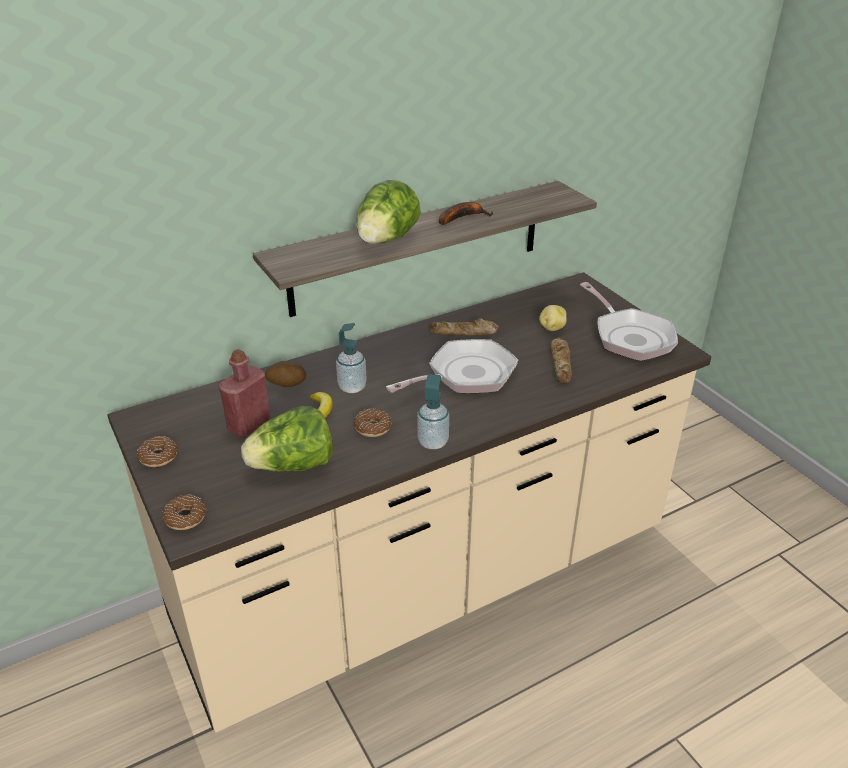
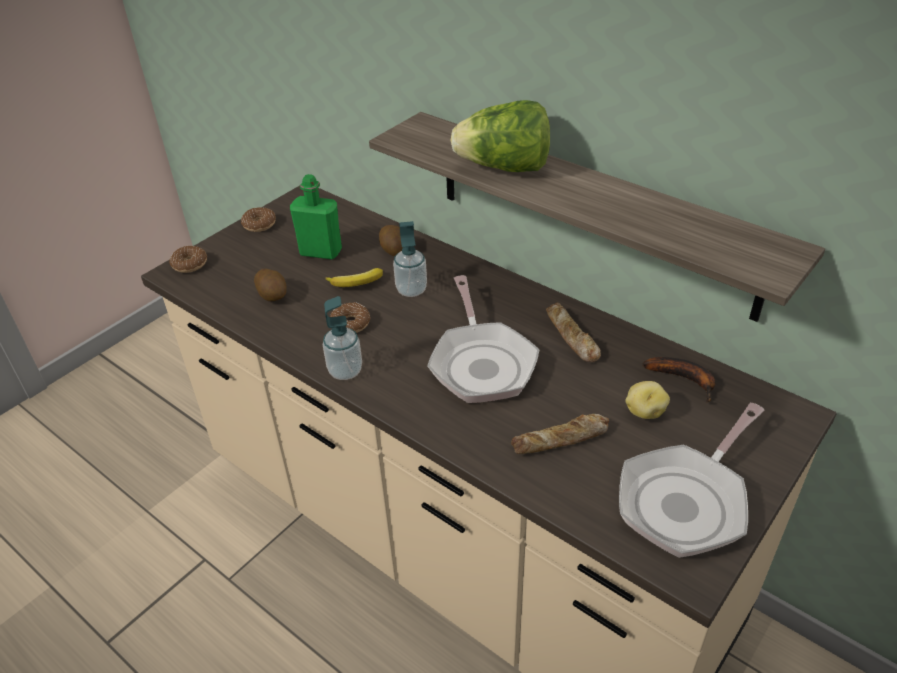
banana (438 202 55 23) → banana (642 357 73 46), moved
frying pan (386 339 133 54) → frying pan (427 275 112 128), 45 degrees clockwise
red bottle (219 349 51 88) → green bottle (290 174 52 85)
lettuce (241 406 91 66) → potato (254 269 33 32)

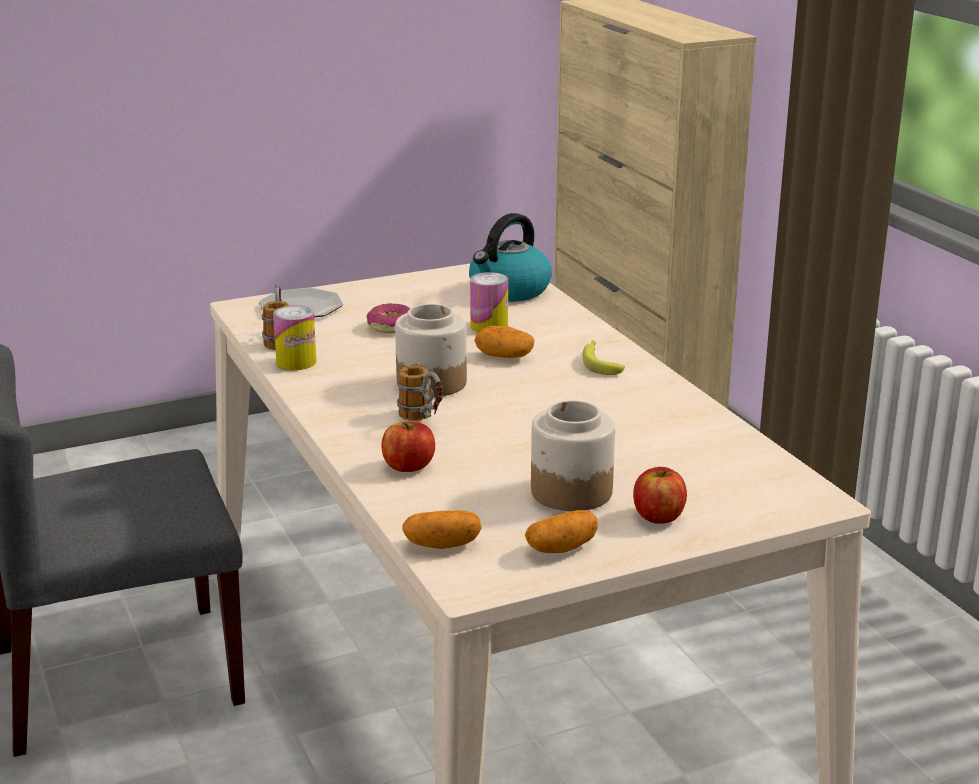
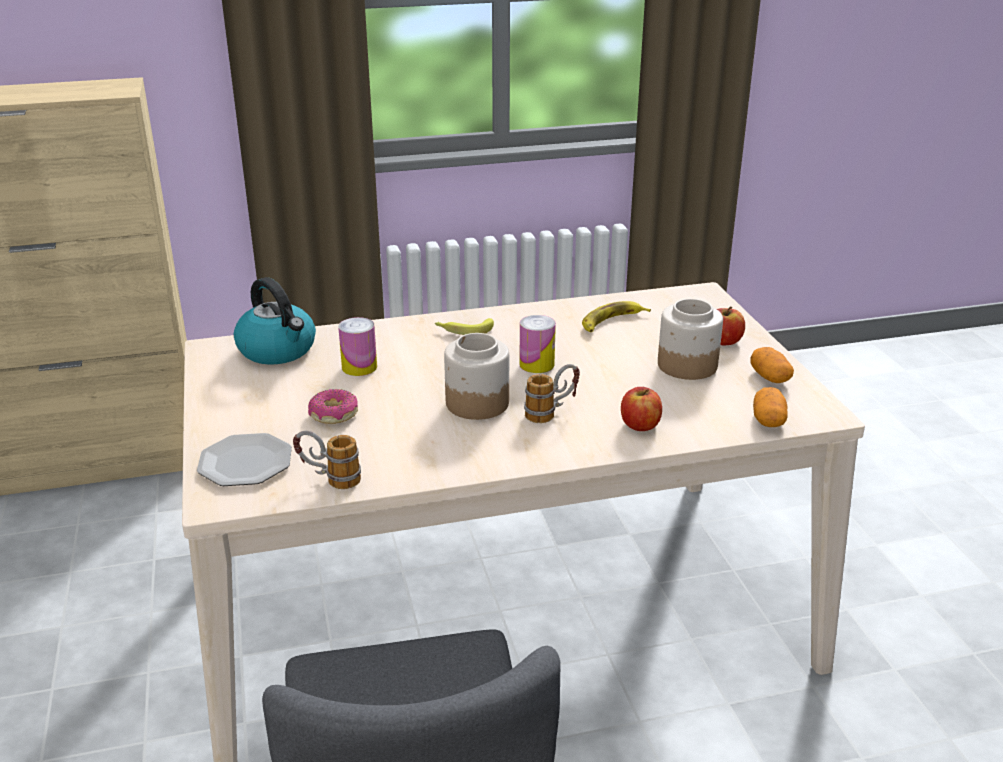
can (273 305 44 65) → can (519 315 37 58), moved
potato (474 326 60 32) → -
- → banana (582 301 69 31)

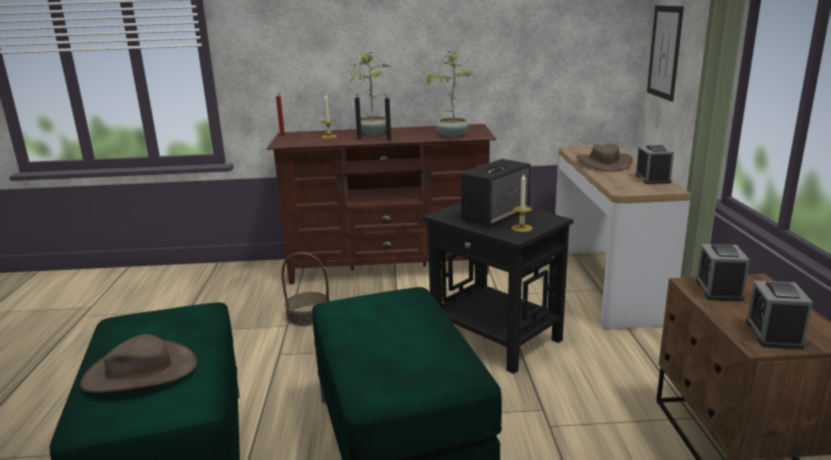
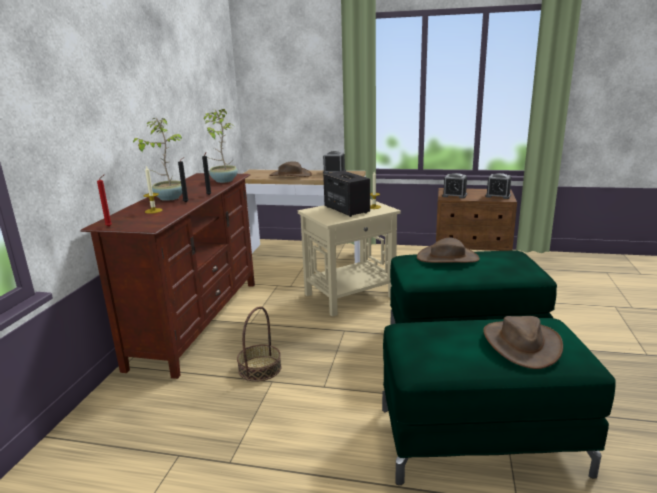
picture (647 5 37 97) → -
black side table (423 202 150 172) → beige side table (298 199 103 118)
- → brown hat (417 237 63 26)

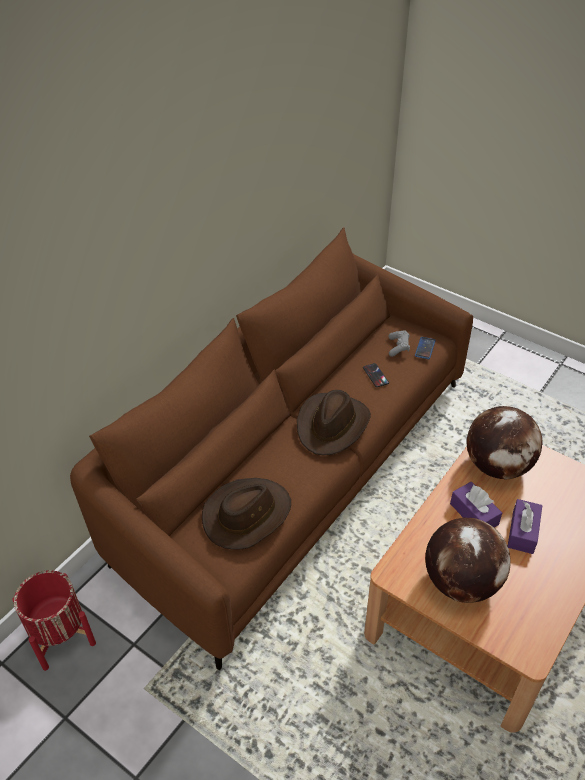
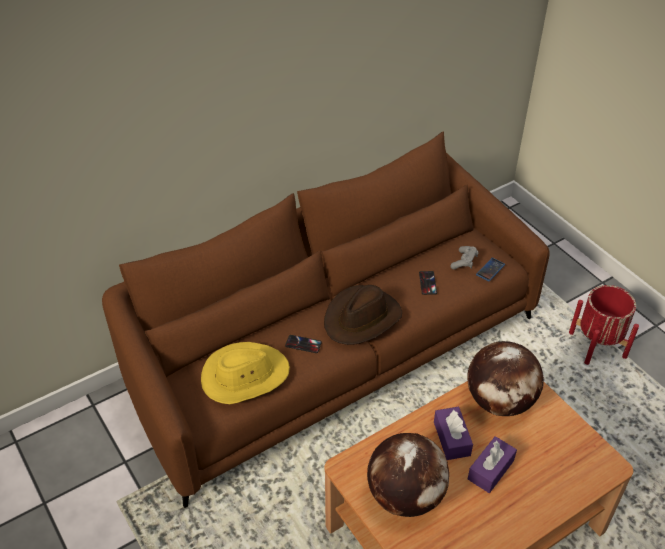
brown hat (202 478 89 71) → yellow hat (201 342 89 62)
red planter (12 570 84 101) → red planter (569 285 70 80), moved
- → phone (285 335 37 18)

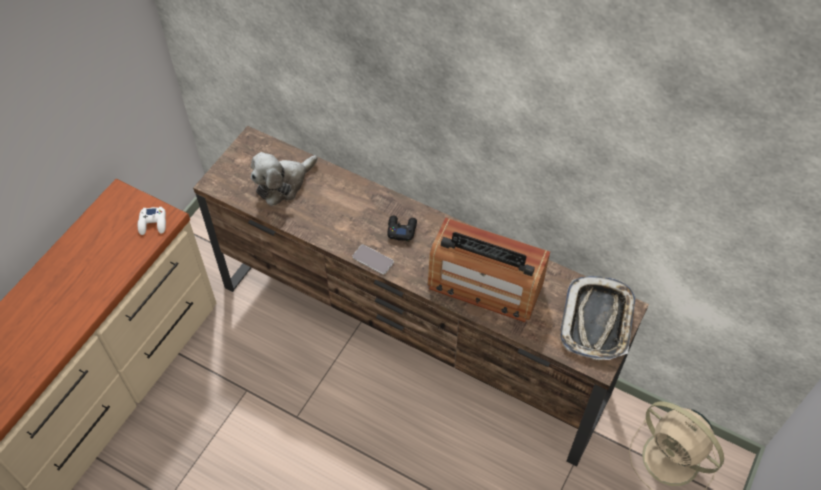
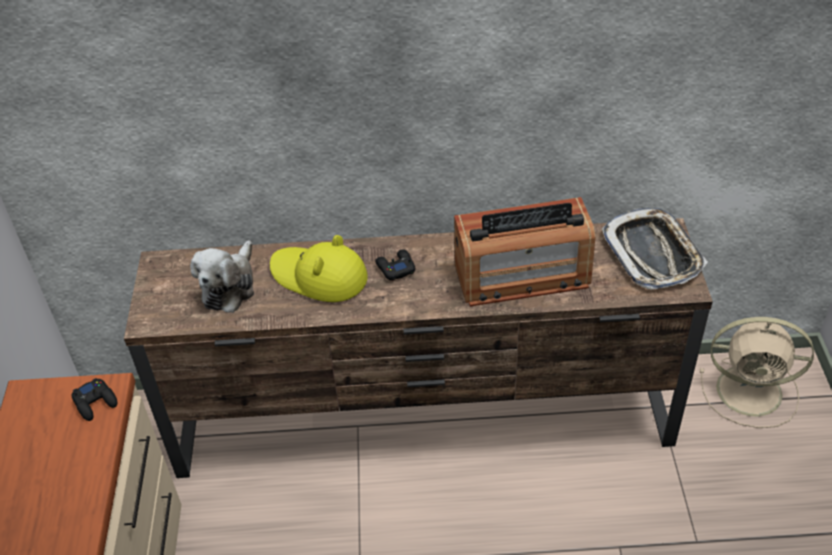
white game controller (138 207 28 28) → black game controller (72 378 45 43)
phone (353 245 41 30) → -
- → yellow hat (270 235 98 67)

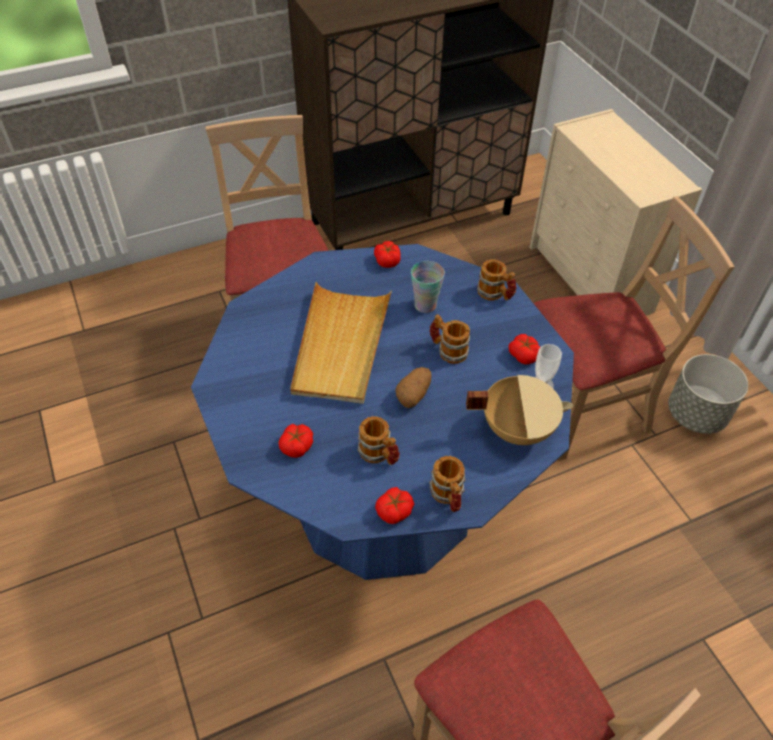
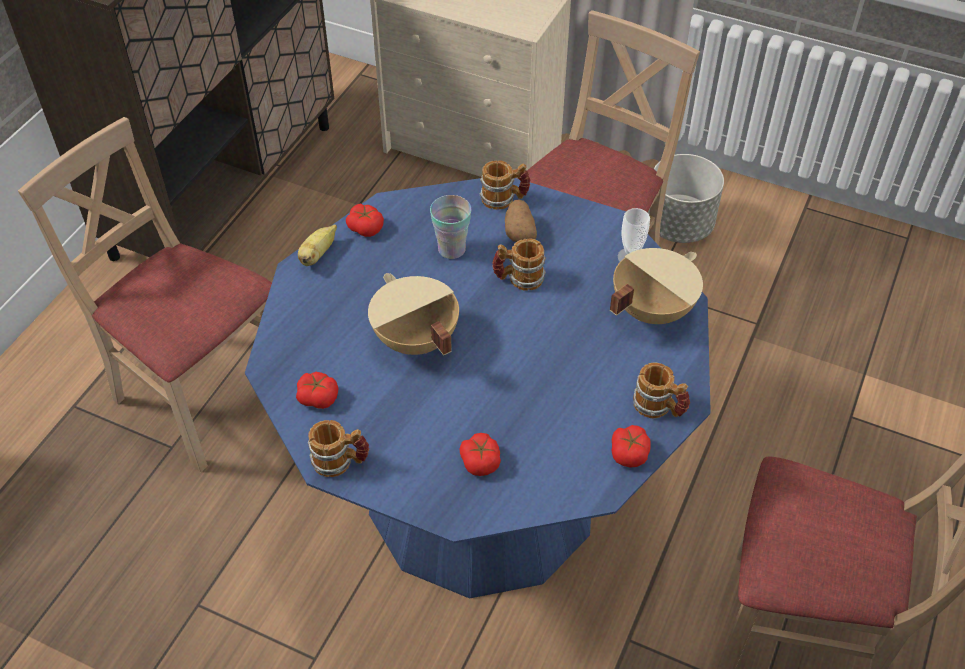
beige tray (290 282 102 122) → beige cooking pot (368 273 91 82)
tomato (508 334 32 31) → tomato (296 372 42 37), moved
potato (395 367 36 41) → potato (505 199 32 43), moved
mug (358 416 42 49) → mug (308 420 61 57), moved
- → banana (298 224 39 42)

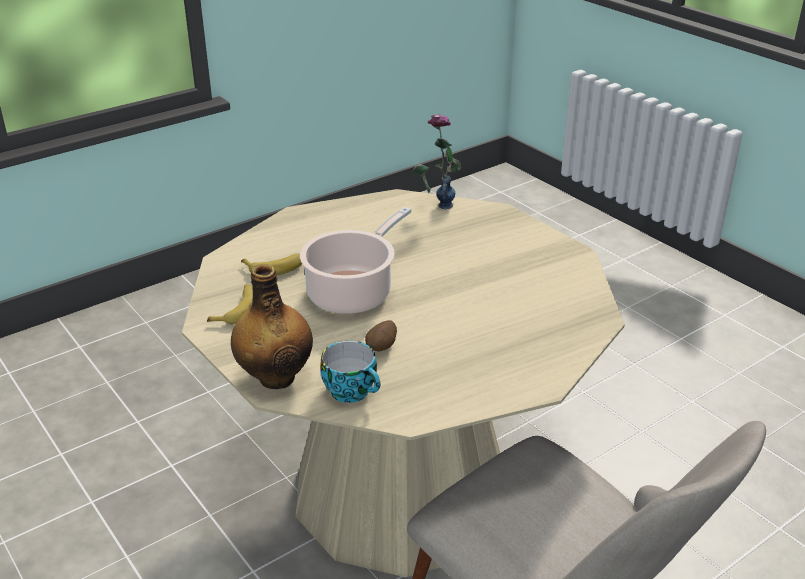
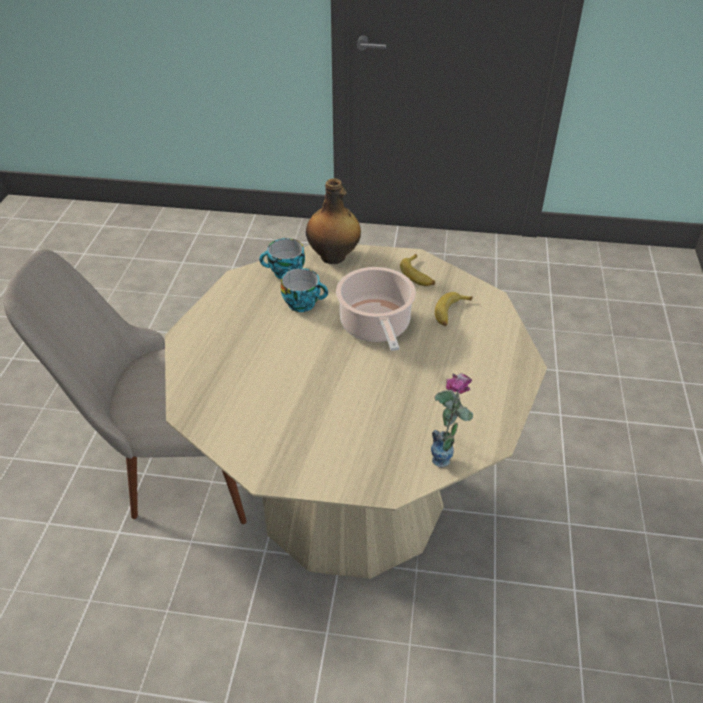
potato (365 320 32 32) → cup (281 268 47 44)

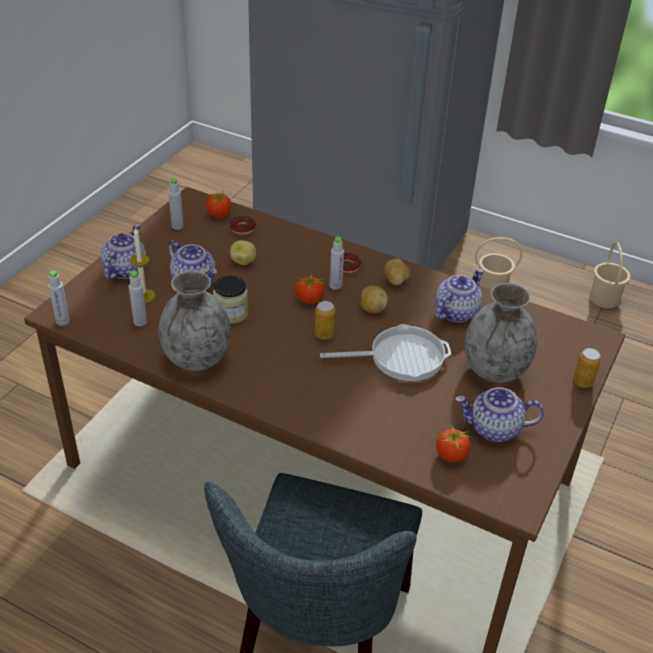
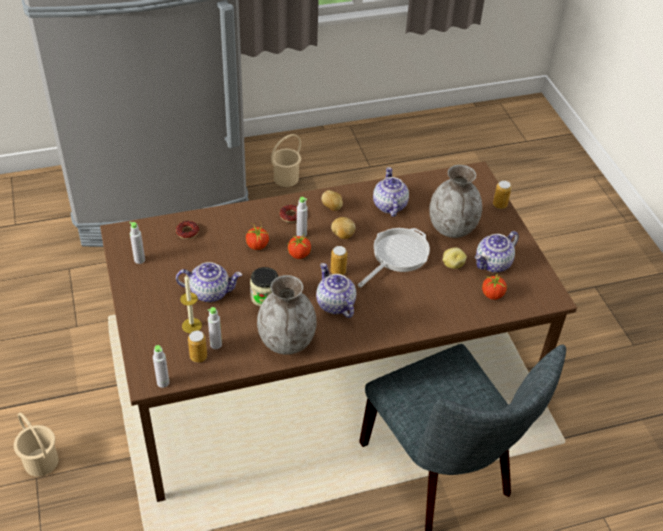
tomato (206 189 26 29) → tomato (246 223 23 27), moved
teapot (101 224 45 56) → teapot (316 263 40 55), moved
potato (230 240 26 25) → potato (443 247 24 22), moved
beige bucket (590 242 40 66) → beige bucket (14 412 45 65), moved
- → can (188 330 19 33)

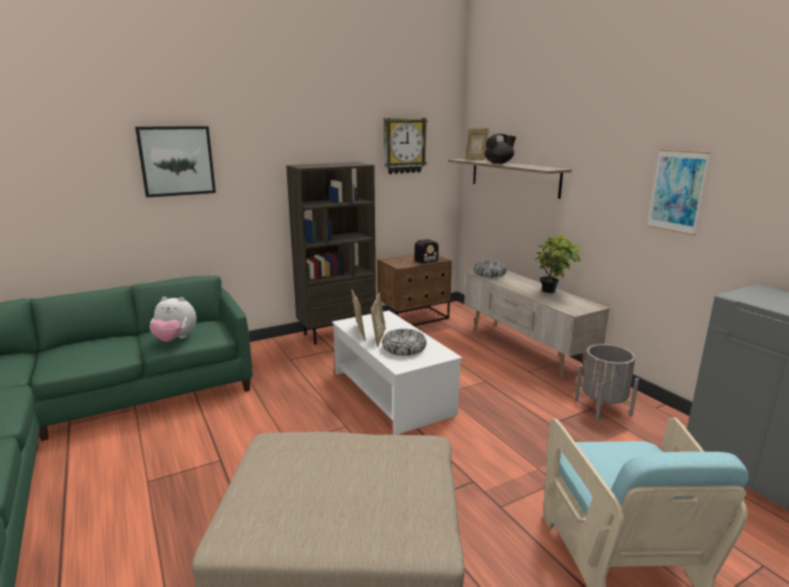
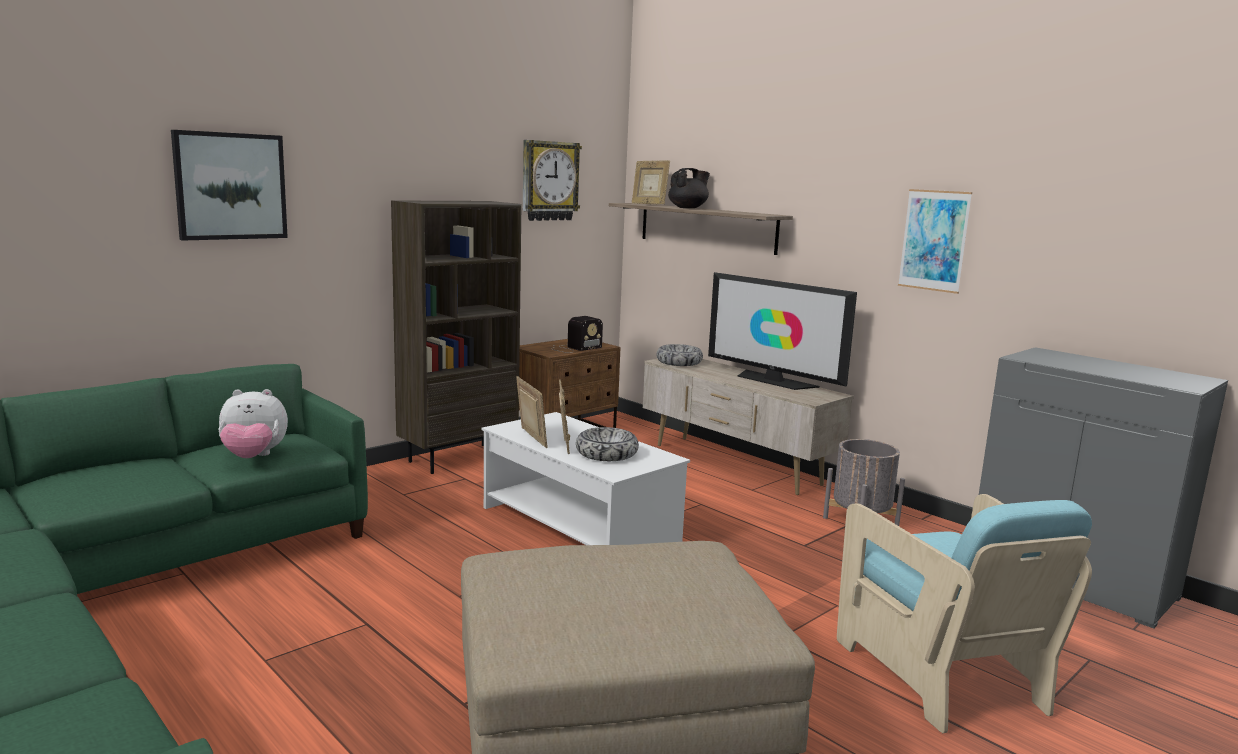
potted plant (535 233 48 60) → television (708 272 149 118)

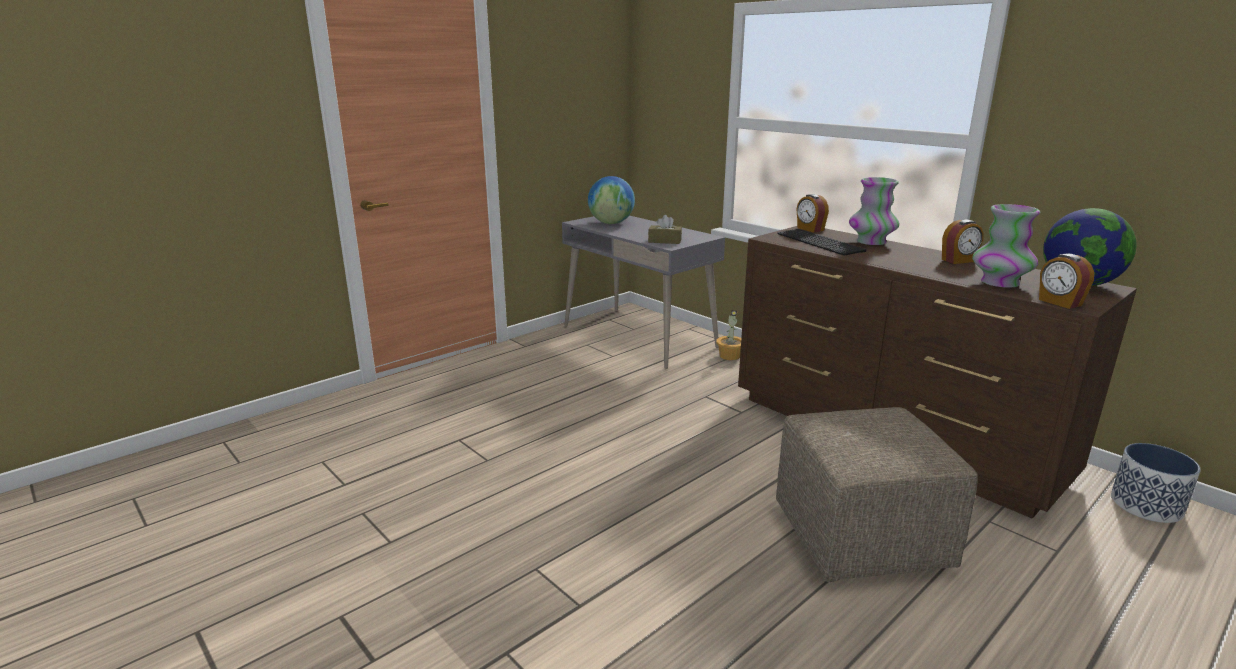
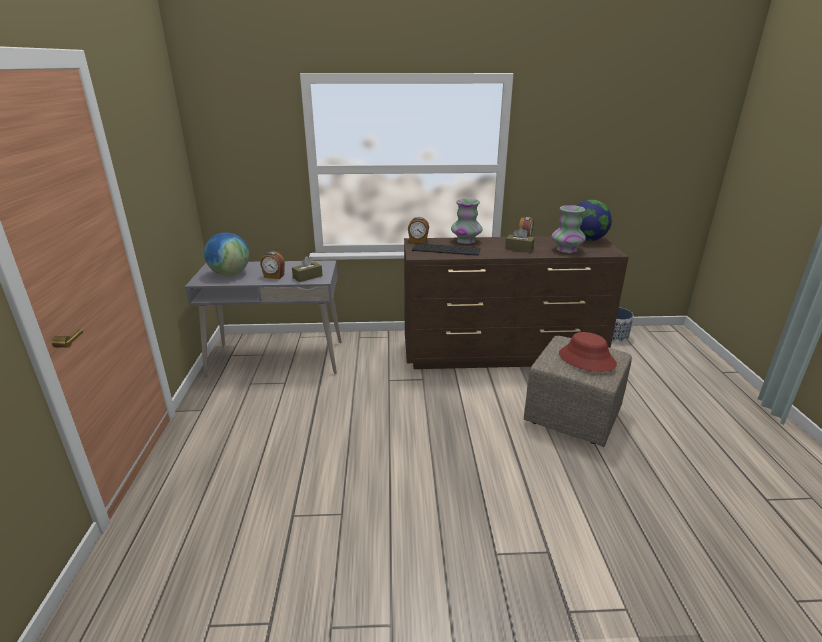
alarm clock (1039 254 55 55) → alarm clock (260 251 25 28), moved
potted plant (716 310 25 50) → -
- → brown tissue box (505 227 30 25)
- → red hat (559 332 58 40)

